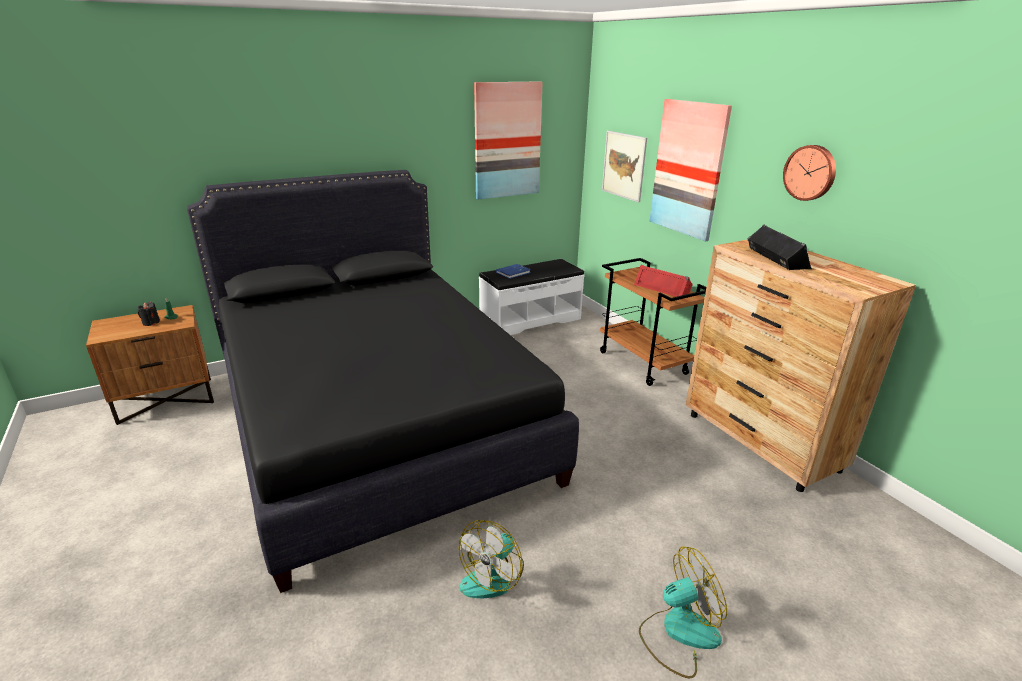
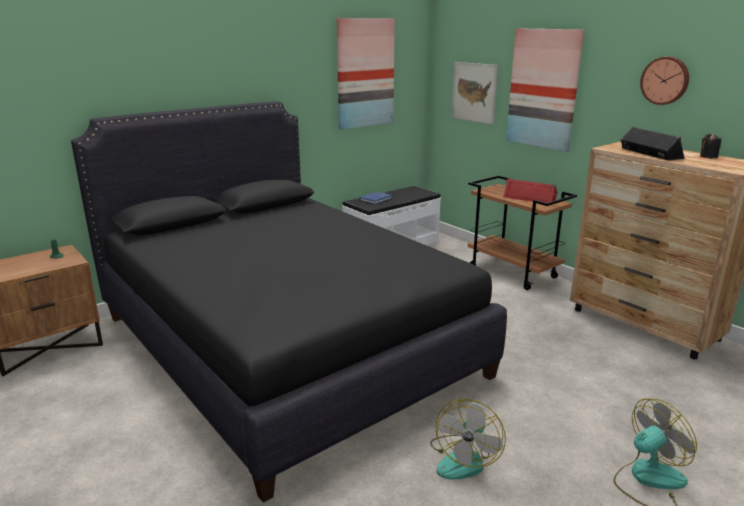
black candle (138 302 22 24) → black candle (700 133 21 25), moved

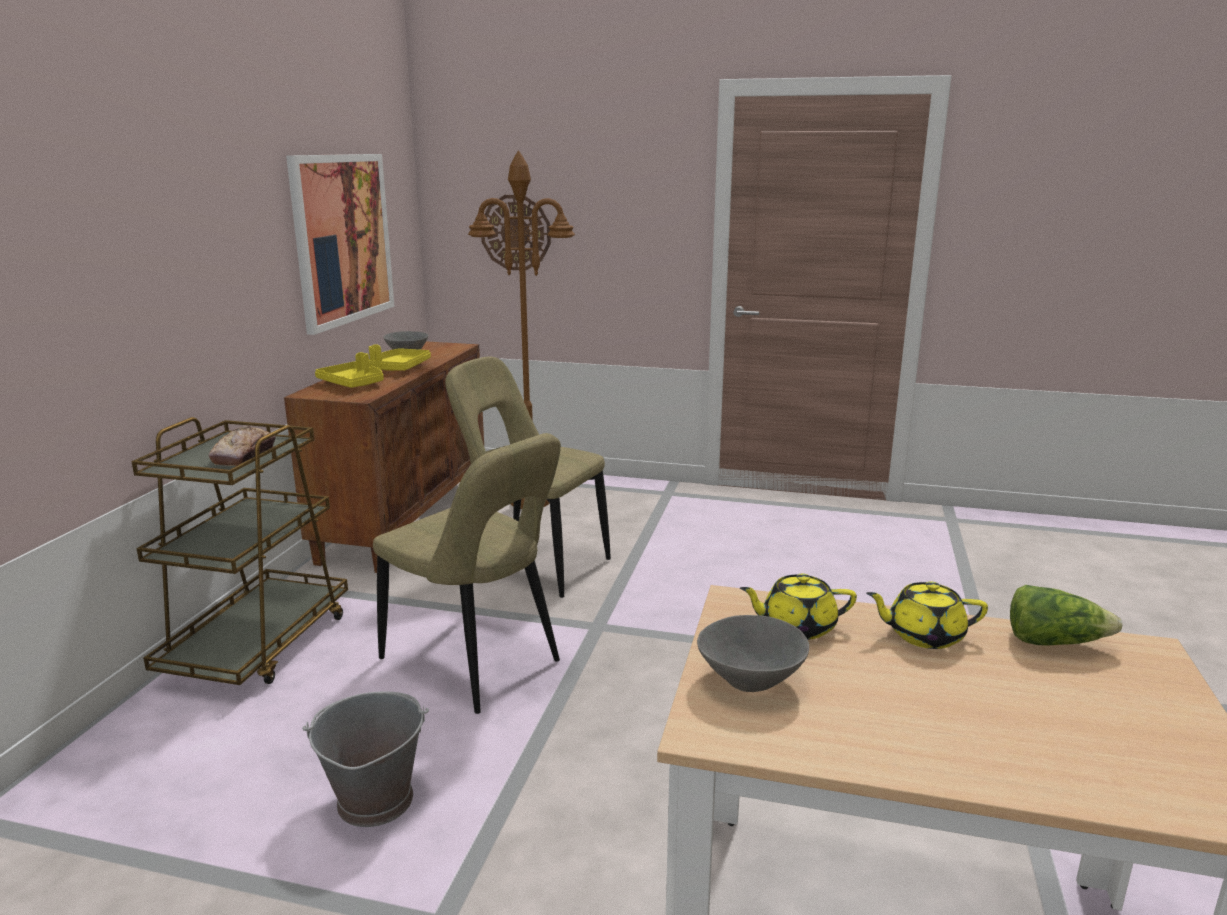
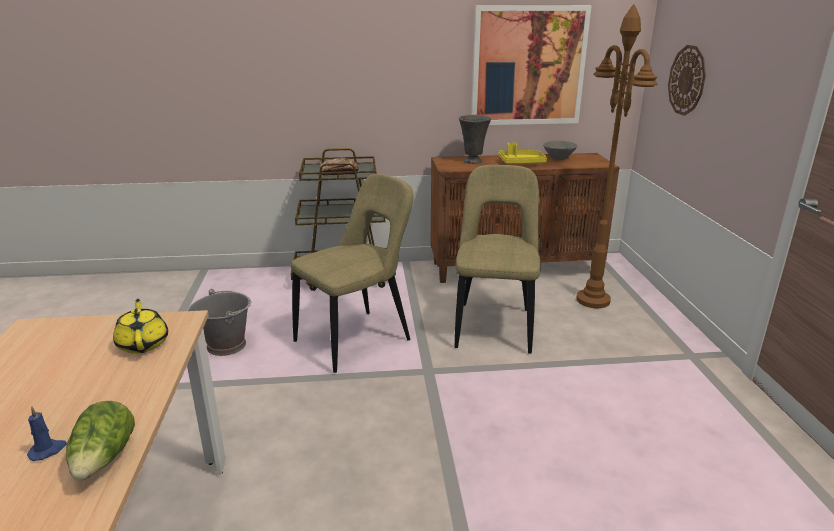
yellow tray (315 352 69 36) → grey vase (459 115 32 49)
beige chair (373 433 188 281) → beige chair (291 174 122 199), 150 degrees counterclockwise
yellow teapot (866 581 122 68) → -
grey bowl (697 615 112 77) → -
- → blue candle (27 406 40 55)

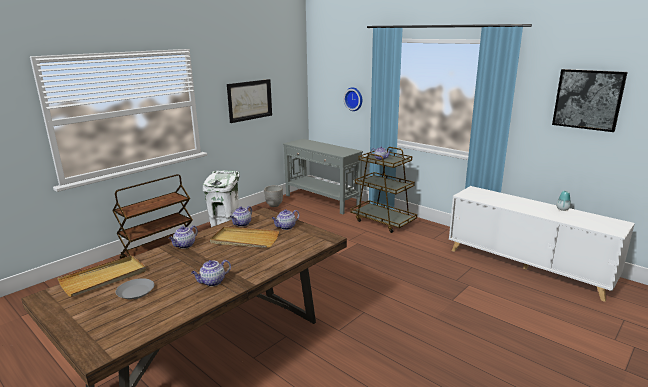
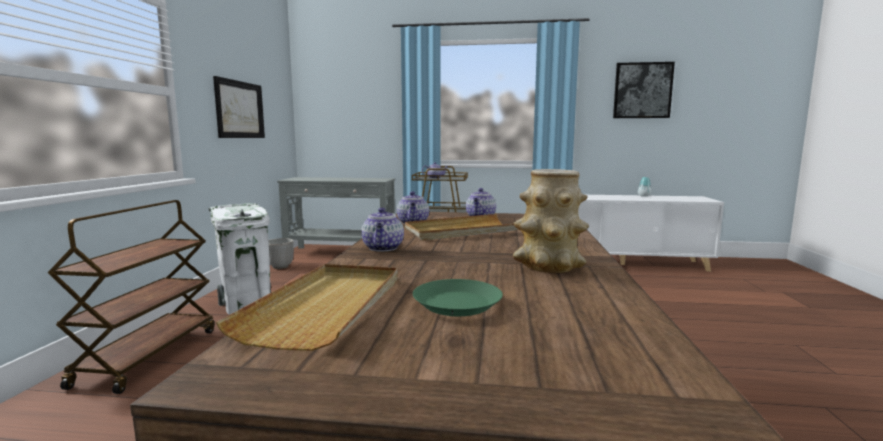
wall clock (343 87 19 24) → -
teapot (191 260 40 26) → vase (513 169 76 104)
grey plate (116 278 38 21) → green plate (413 279 90 37)

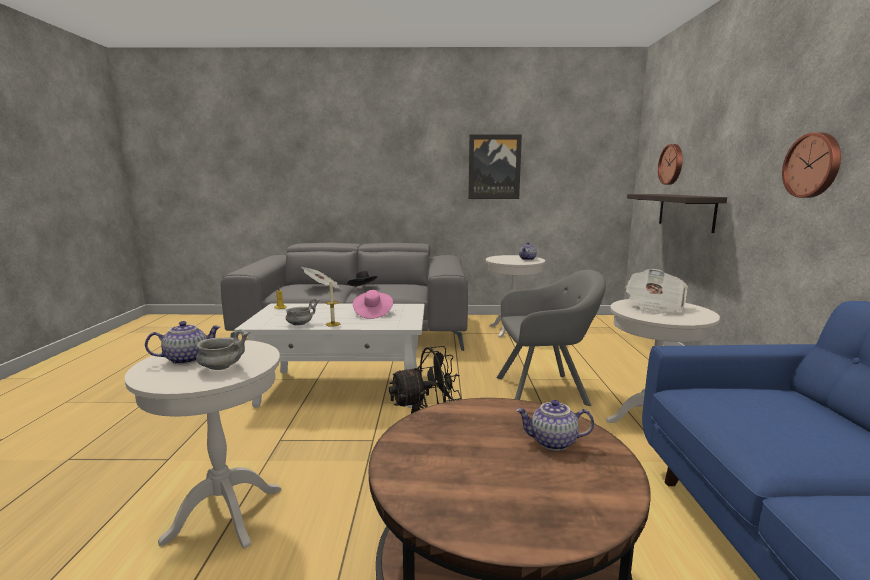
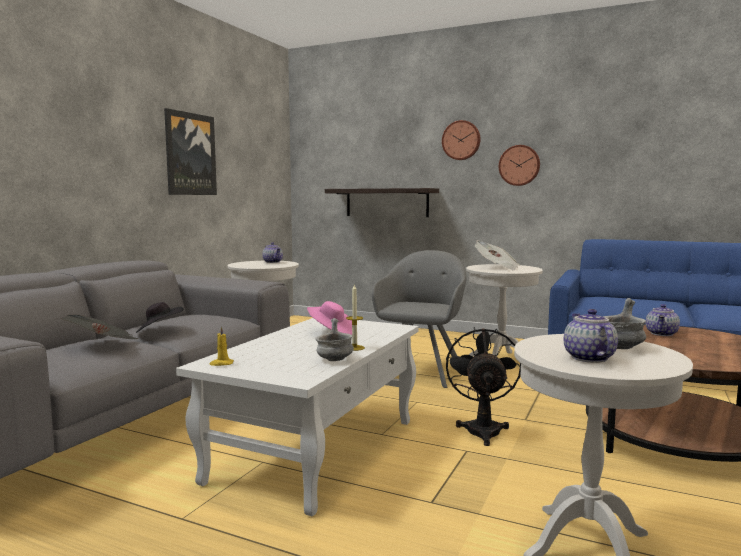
wall clock (658 144 25 41) → wall clock (442 120 39 40), moved

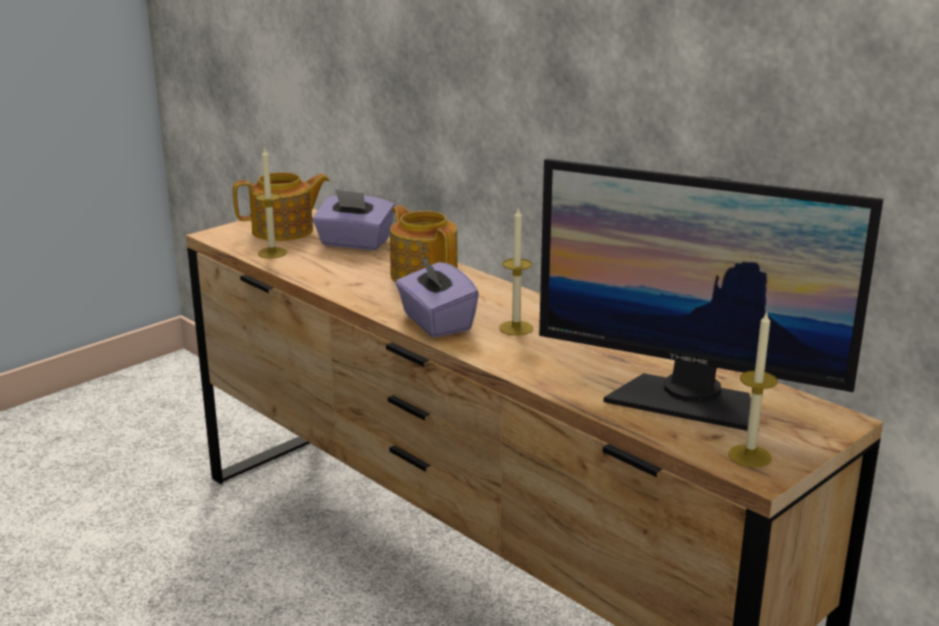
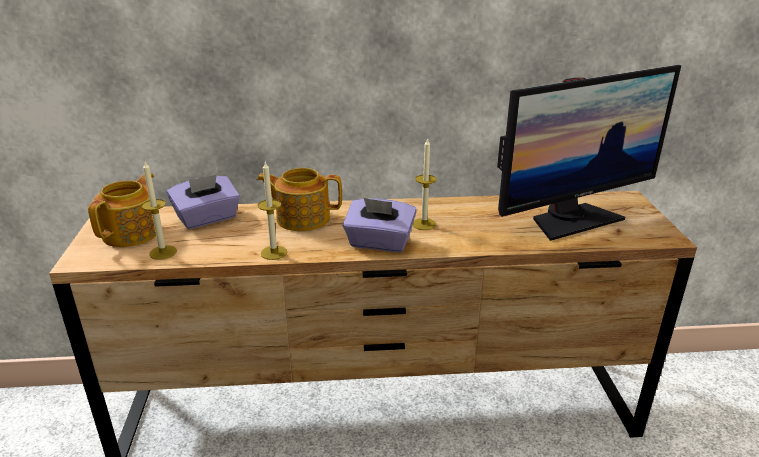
candle (729 310 49 157) → candle (258 162 29 98), moved

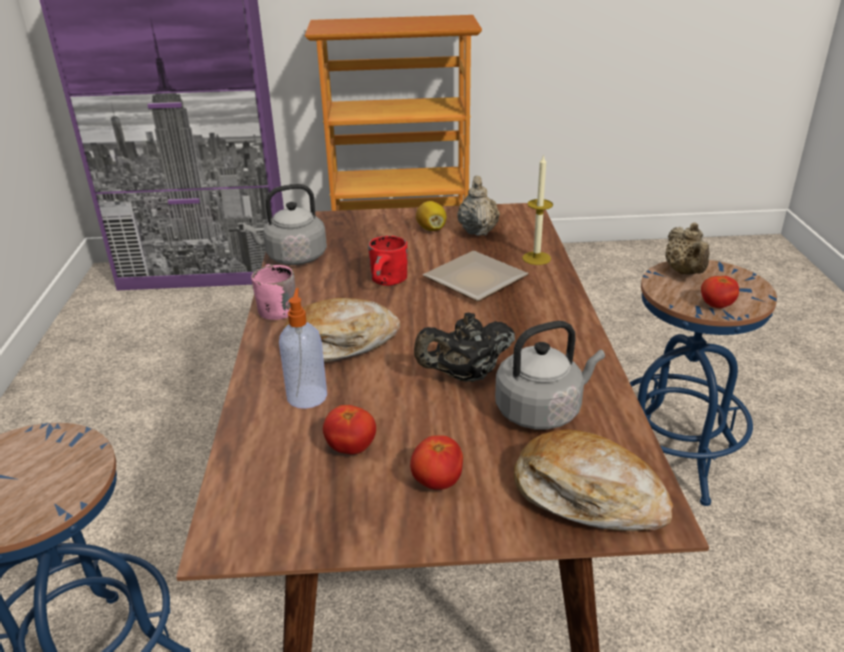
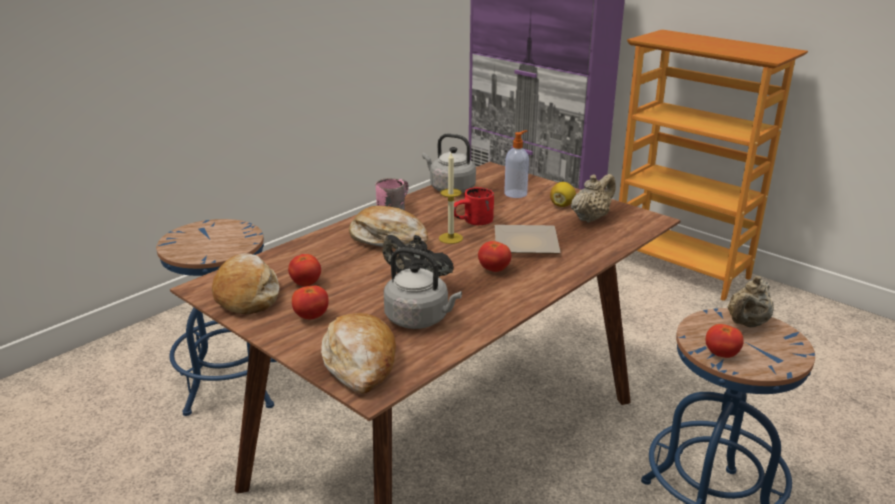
candle (522 154 31 111) → candle (439 153 24 91), moved
soap dispenser (279 288 48 121) → soap dispenser (504 130 25 68), moved
- → tomato (478 241 33 31)
- → bread (212 253 67 62)

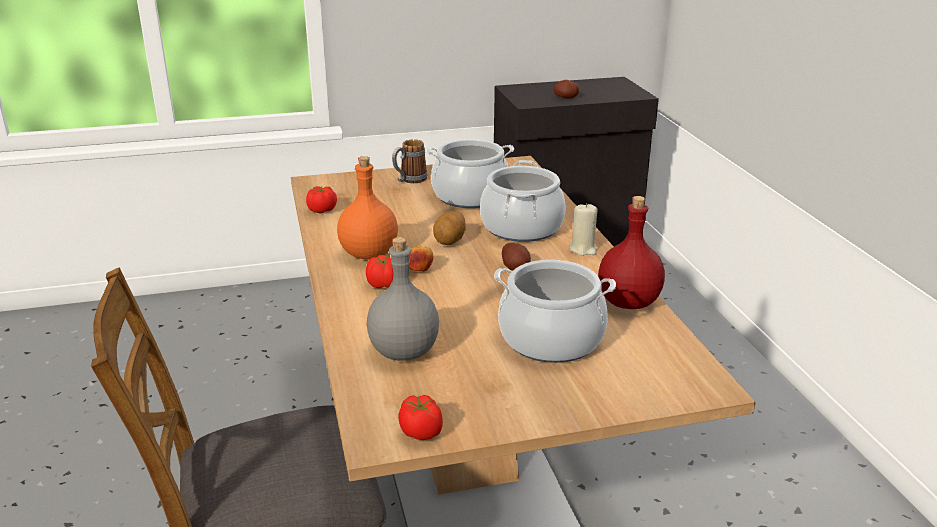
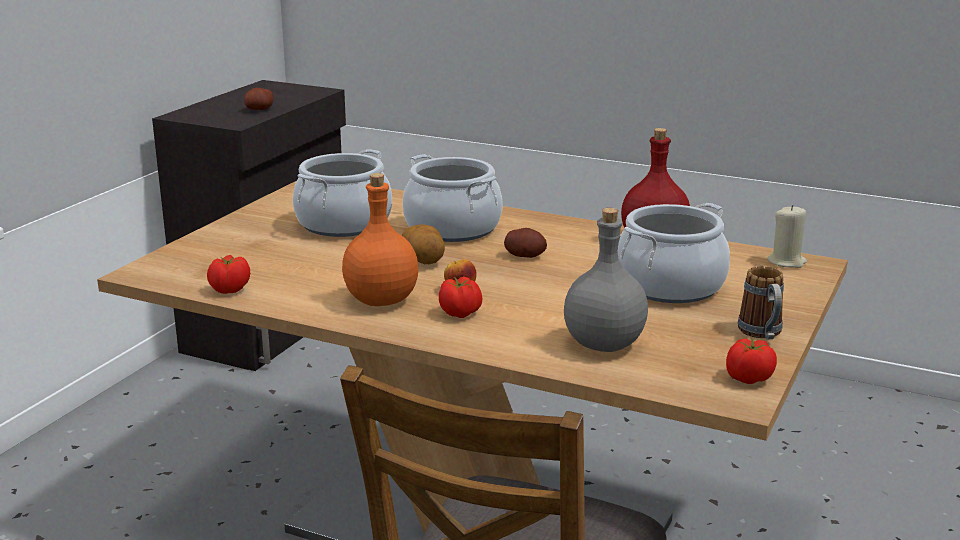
mug (392 139 35 44) → mug (738 266 46 73), moved
beige candle (569 203 29 53) → beige candle (767 205 40 63), moved

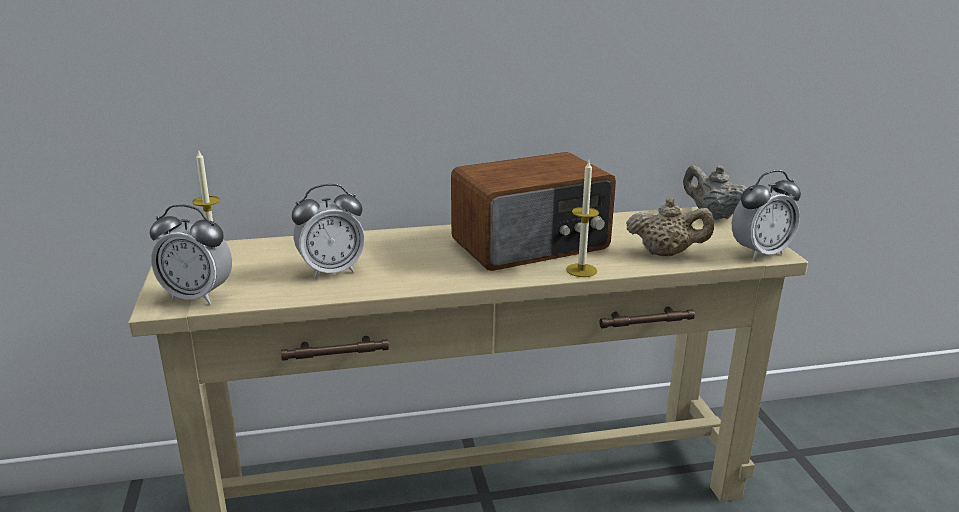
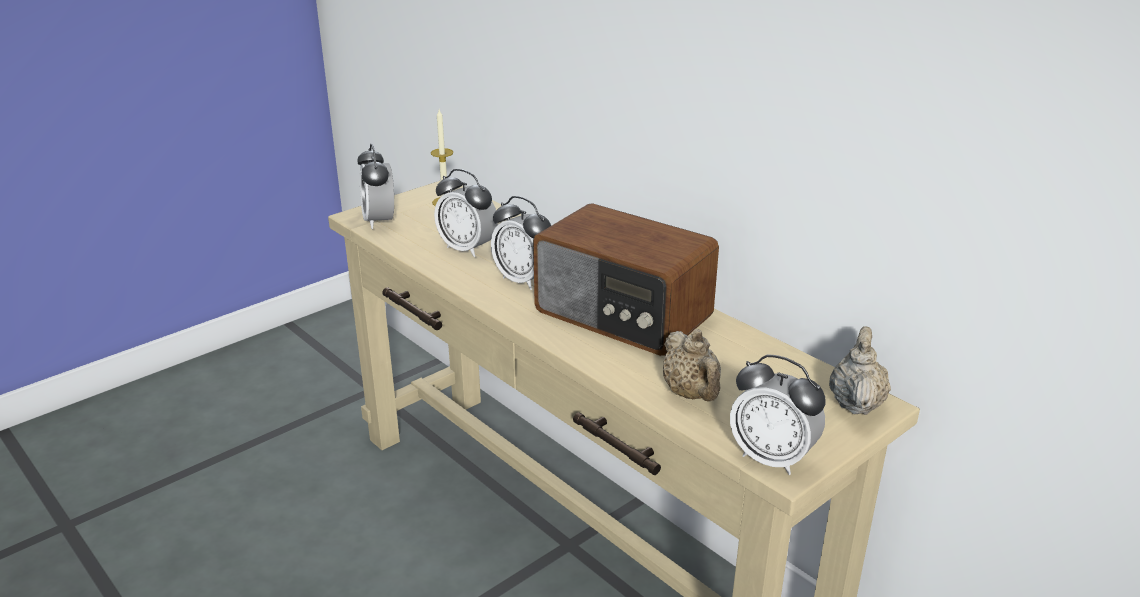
candle (566 161 33 116) → -
- → alarm clock (491 196 60 94)

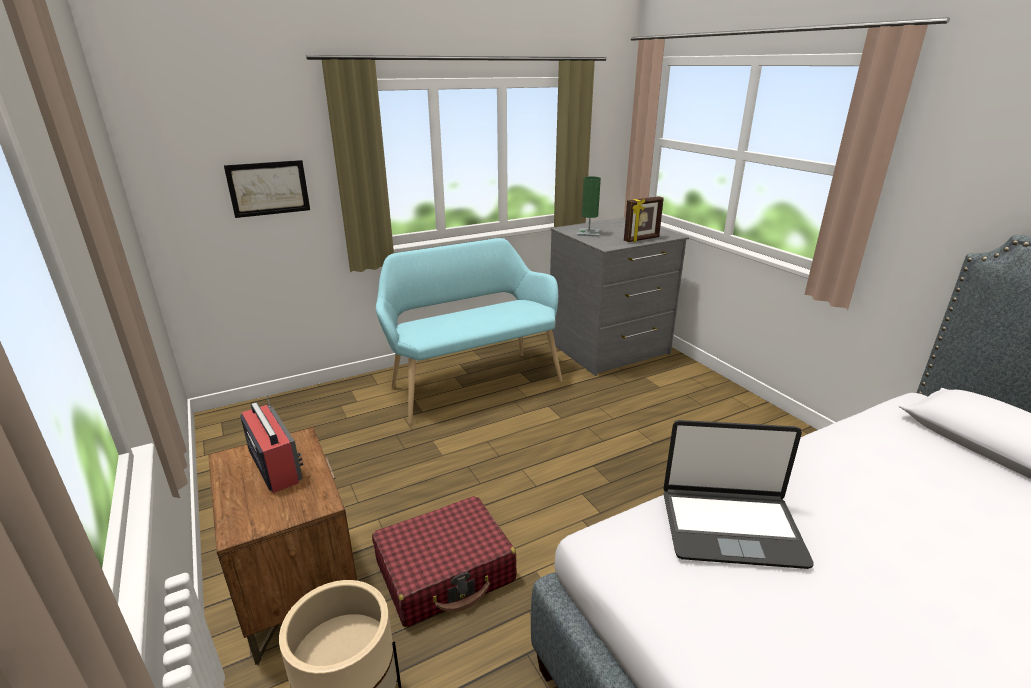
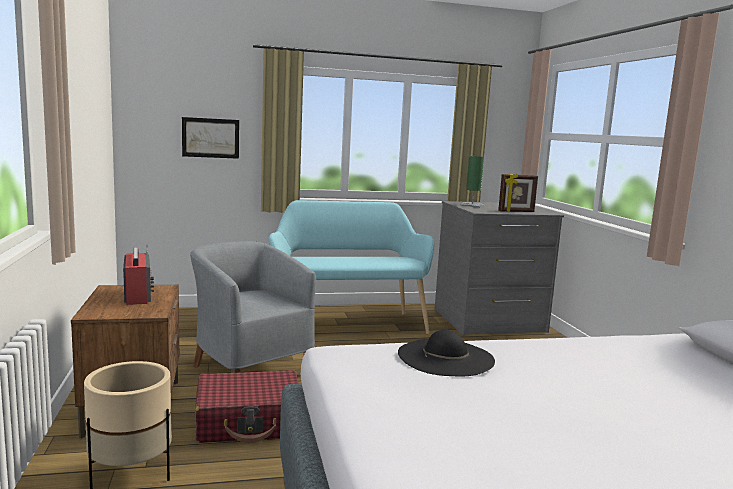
laptop (663 420 151 149) → black hat (398 330 97 46)
- → grey armchair (190 241 126 132)

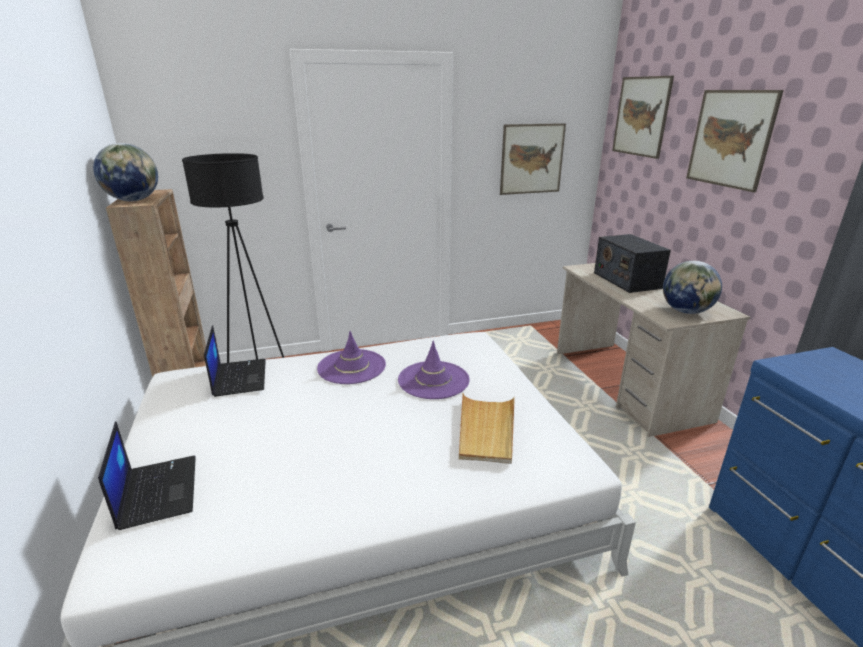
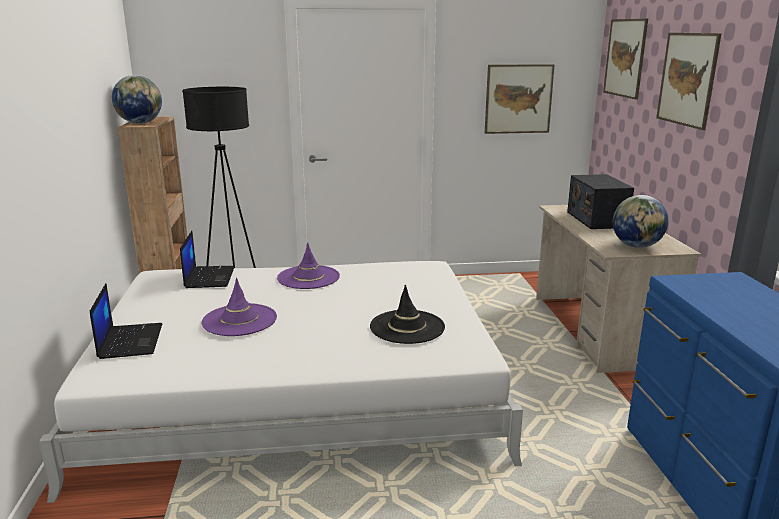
purple hat (398 341 72 58) → purple hat (202 278 75 58), moved
beige tray (459 393 56 71) → black hat (370 285 75 59)

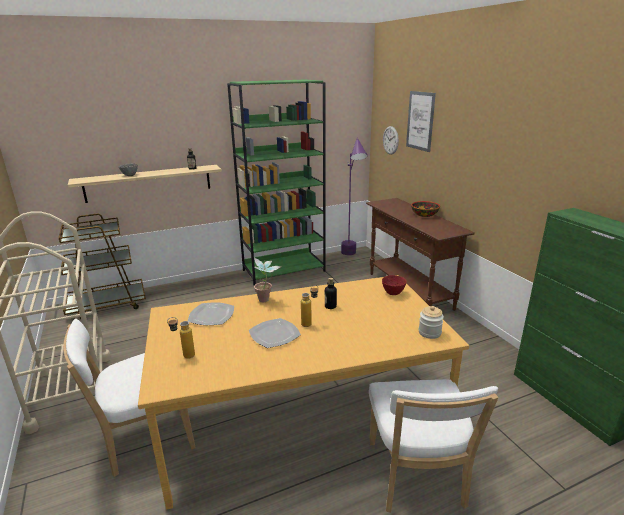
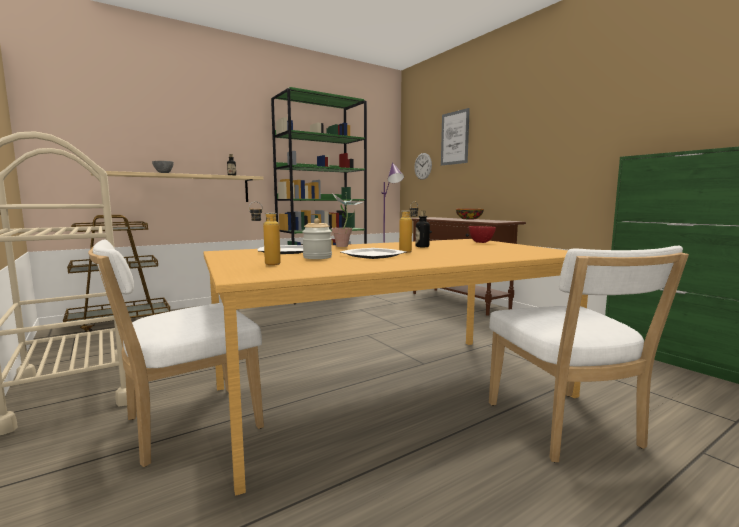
jar (418 306 26 33) → jar (302 218 30 41), moved

